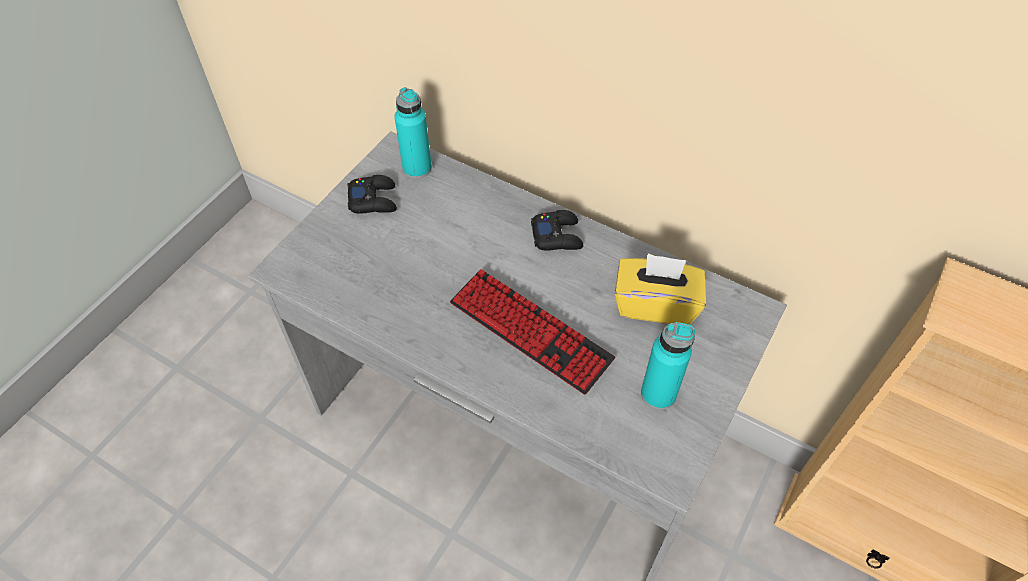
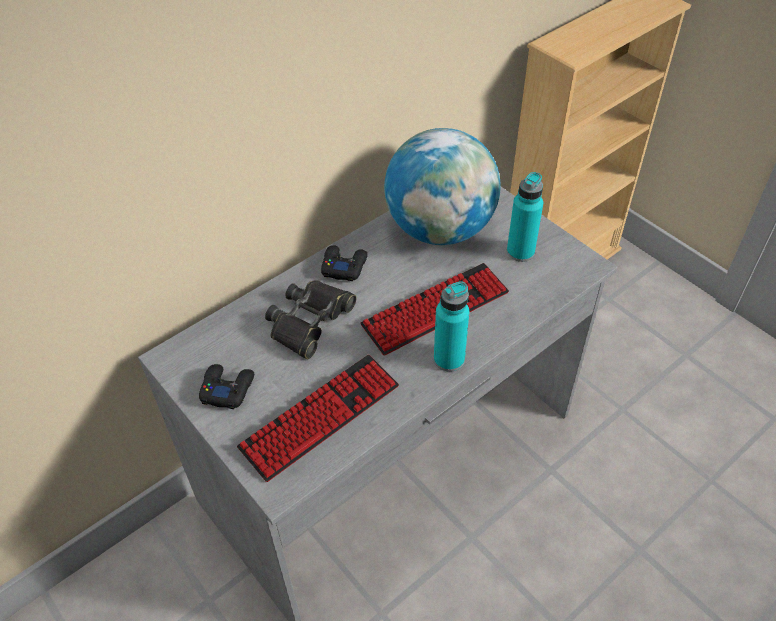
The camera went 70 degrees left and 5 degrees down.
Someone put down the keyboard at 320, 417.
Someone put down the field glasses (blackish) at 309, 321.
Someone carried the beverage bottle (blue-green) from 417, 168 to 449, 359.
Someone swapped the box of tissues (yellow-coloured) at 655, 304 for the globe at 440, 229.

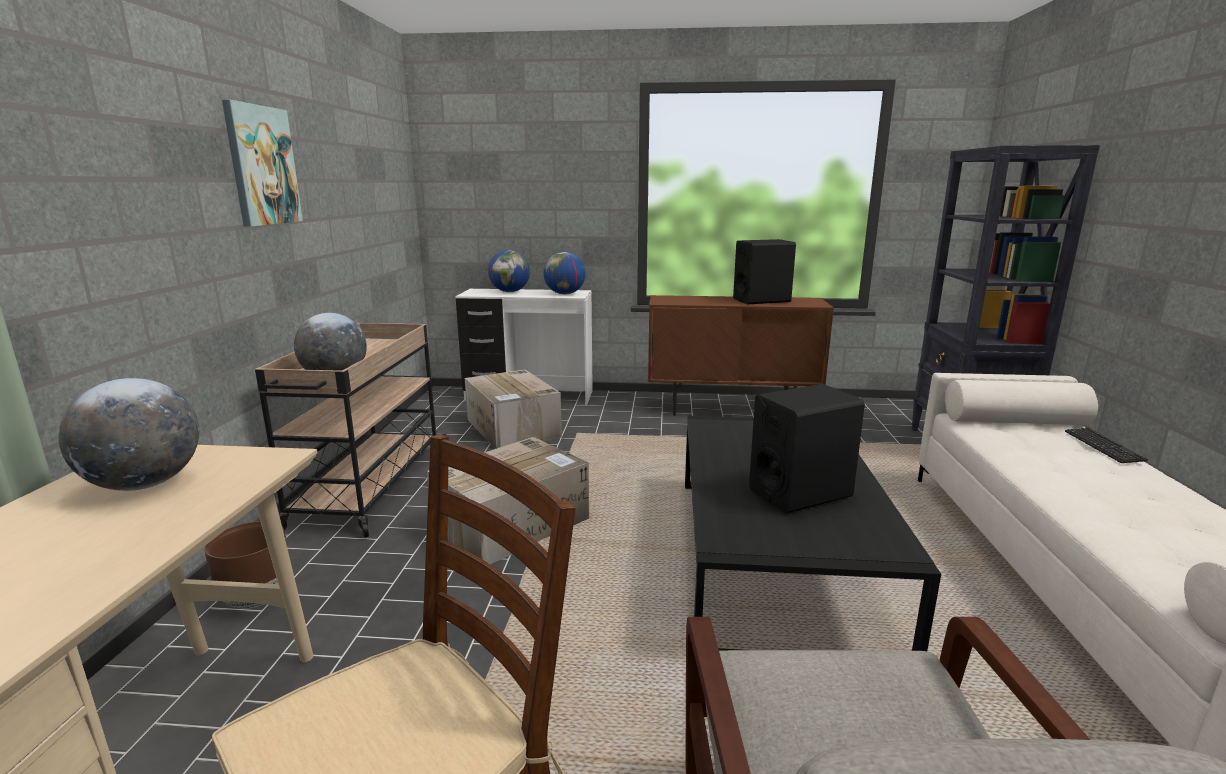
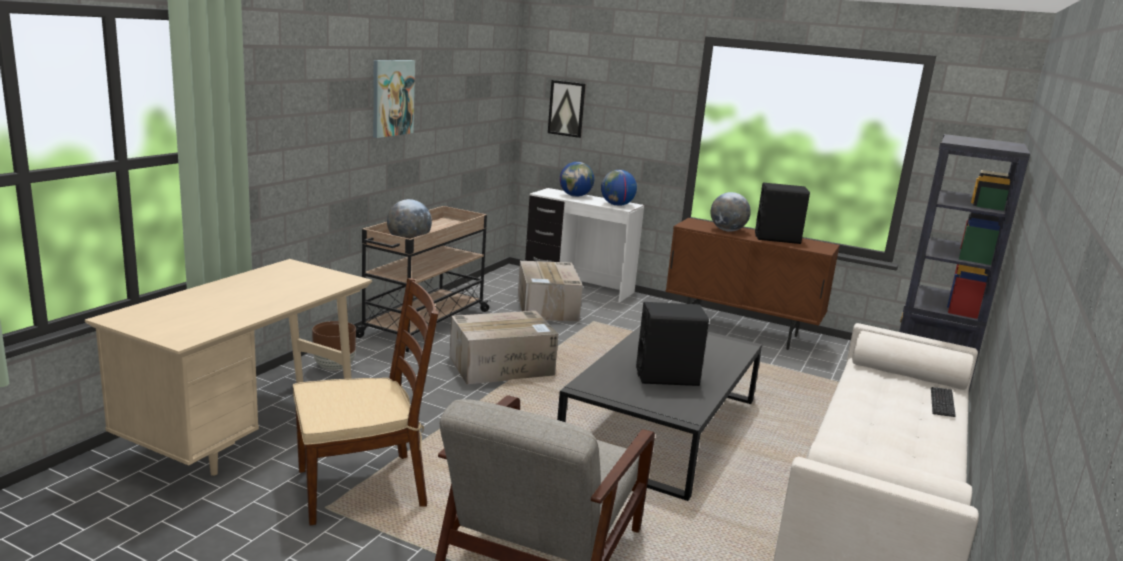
The camera went 20 degrees right and 0 degrees up.
Someone put up the wall picture at 566, 108.
Someone carried the globe from 144, 484 to 727, 230.

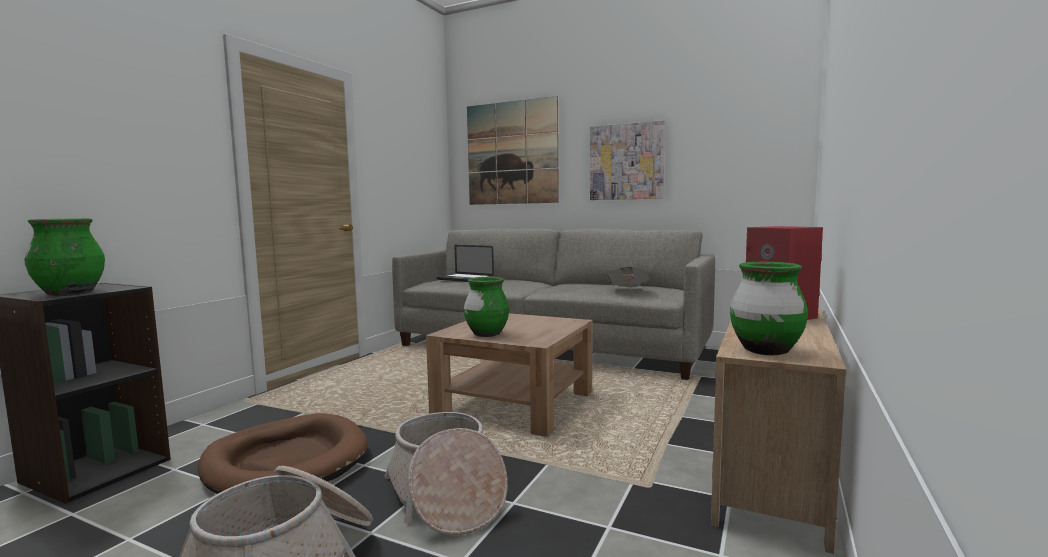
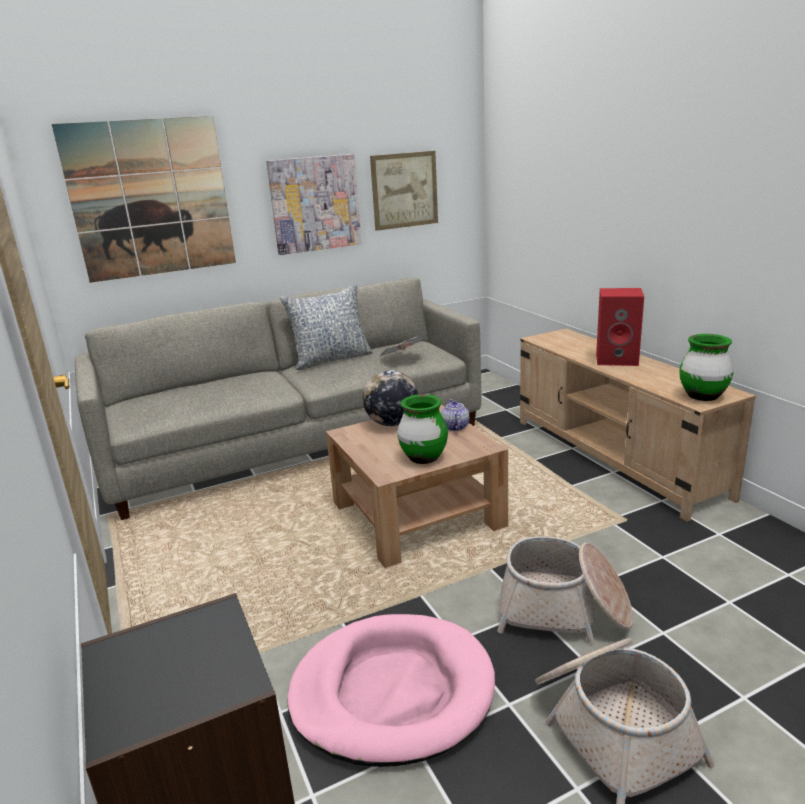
The camera went 50 degrees left and 15 degrees up.
Someone took away the vase (green-coloured) at 70, 293.
Someone took away the laptop at 465, 279.
Someone put down the cushion at 331, 359.
Someone put down the globe at 392, 423.
Someone put up the wall picture at 404, 190.
Someone put down the teapot at 454, 427.
Someone repainted the dog cushion (brown-coloured) at 286, 461, which became the dog cushion (pink) at 392, 692.

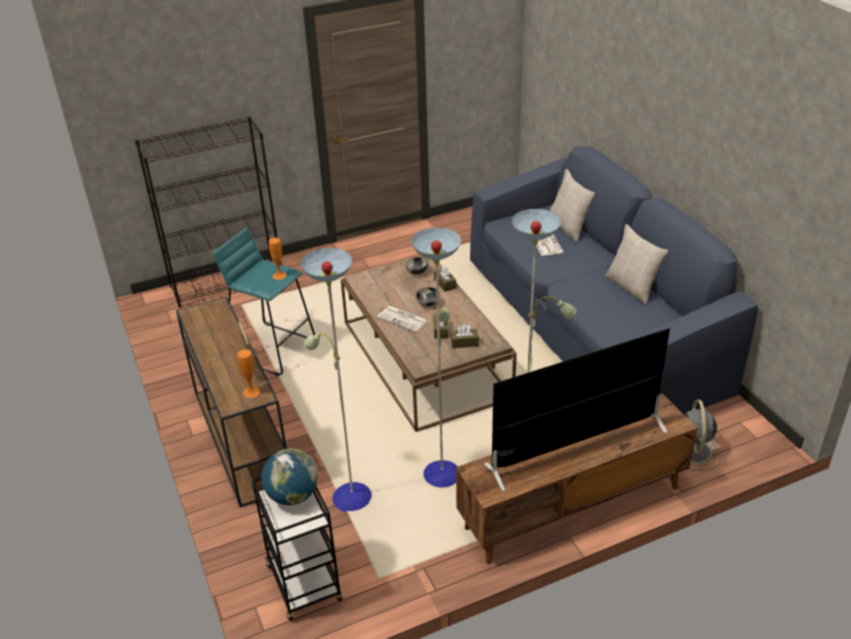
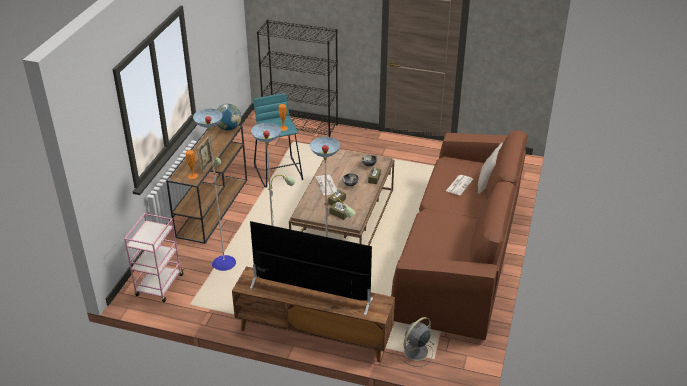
The camera went 40 degrees right and 0 degrees up.
Someone took away the cushion (beige) at 632, 287.
Someone carried the globe from 292, 496 to 229, 128.
Someone repainted the cart (blackish) at 304, 584, which became the cart (pink) at 159, 286.
Someone repainted the sofa (blue-coloured) at 590, 325, which became the sofa (brown-coloured) at 460, 254.

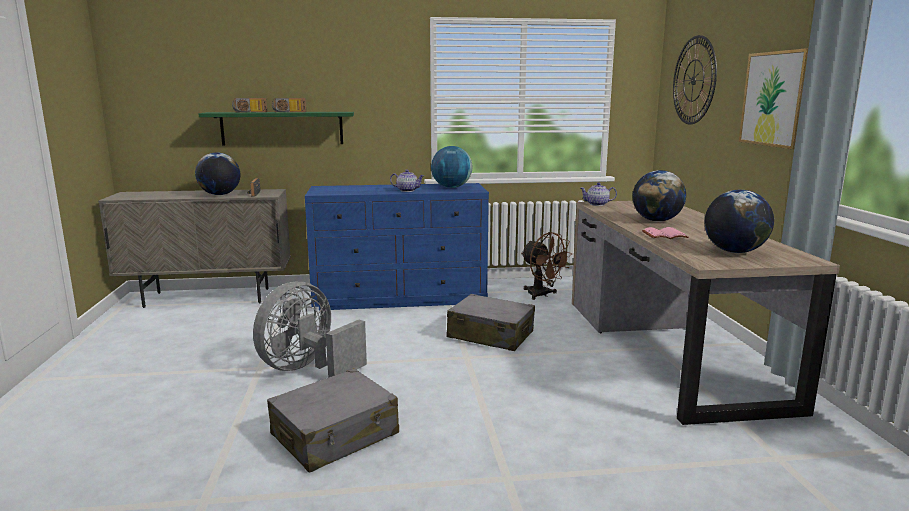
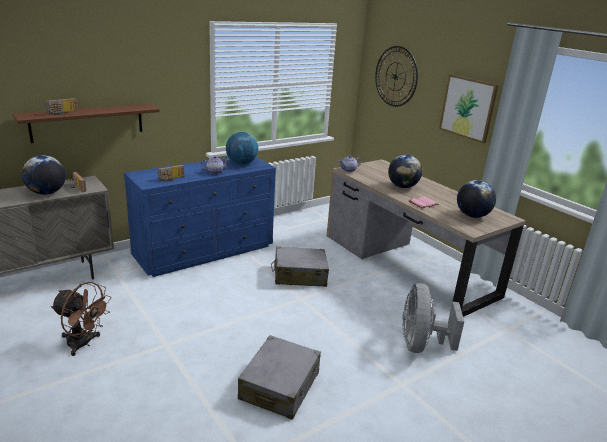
The camera went 30 degrees left and 10 degrees up.
Someone carried the electric fan (greyish) from 307, 369 to 421, 344.
Someone carried the radio set from 289, 112 to 171, 179.
Someone carried the electric fan (brown-coloured) from 542, 295 to 84, 344.
Someone repainted the bracket shelf (green-coloured) at 282, 128, which became the bracket shelf (brown-coloured) at 87, 122.

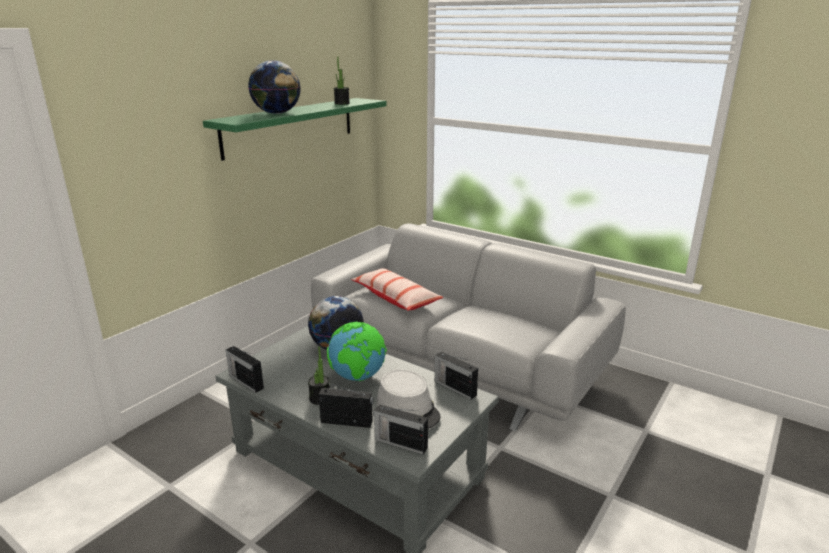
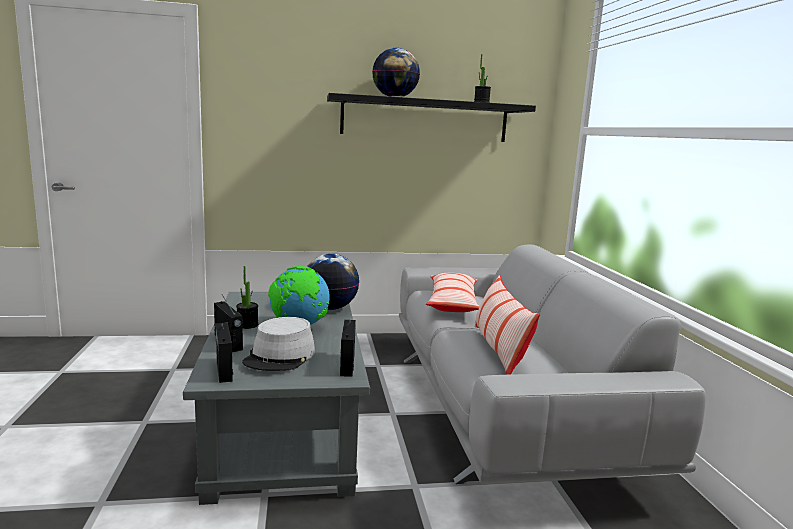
The camera went 45 degrees right and 10 degrees down.
Someone took away the radio set at 245, 381.
Someone put down the cushion at 499, 349.
Someone repainted the bracket shelf (green-coloured) at 290, 126, which became the bracket shelf (blackish) at 425, 119.

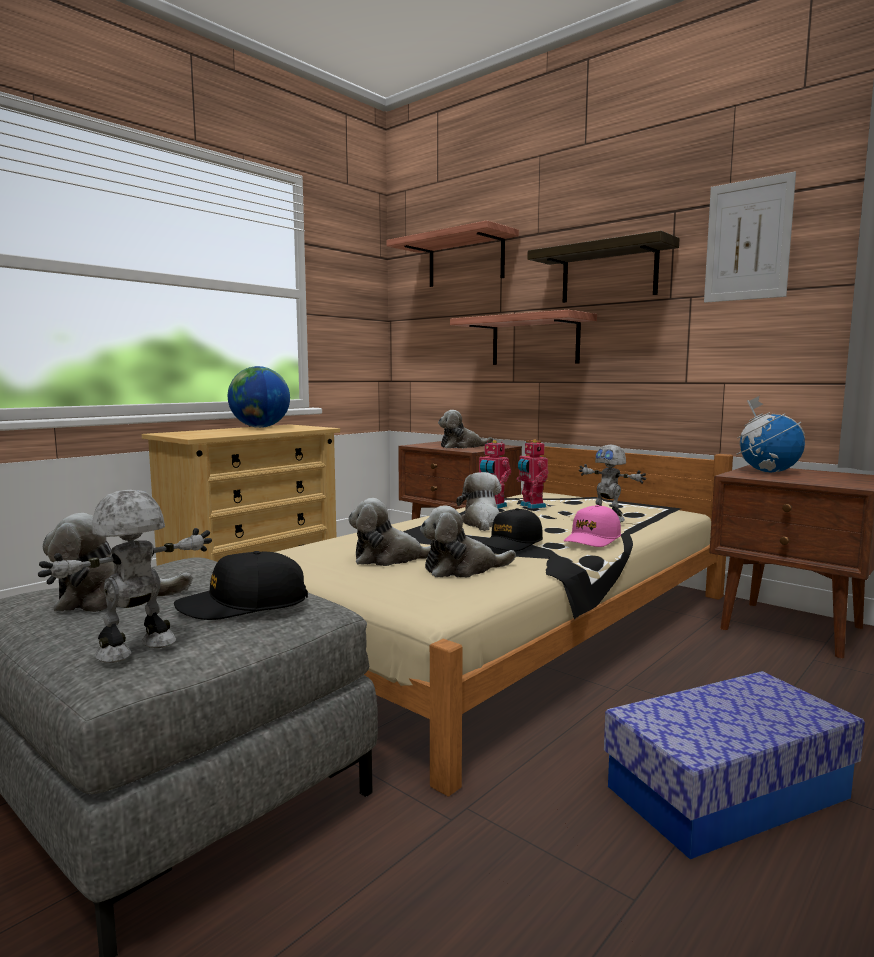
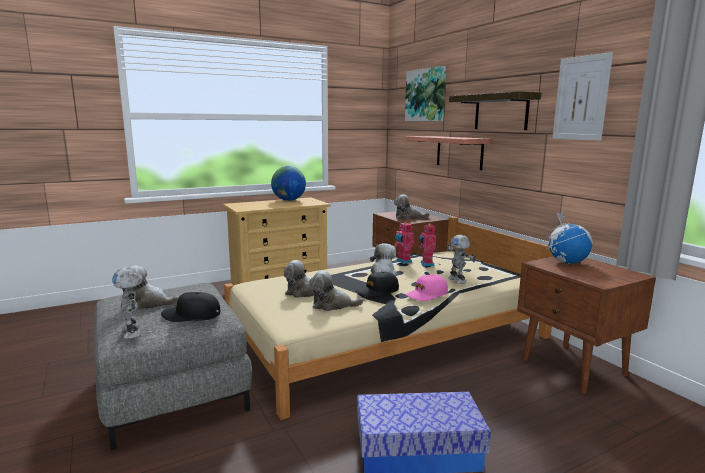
The camera went 20 degrees right and 5 degrees up.
Someone swapped the bracket shelf at 466, 260 for the wall picture at 426, 95.
Someone rotated the robot figure at 138, 650 by 90 degrees counterclockwise.

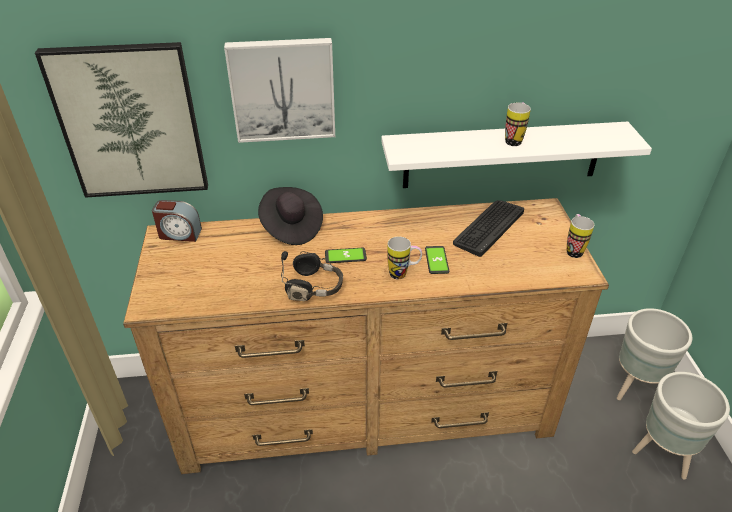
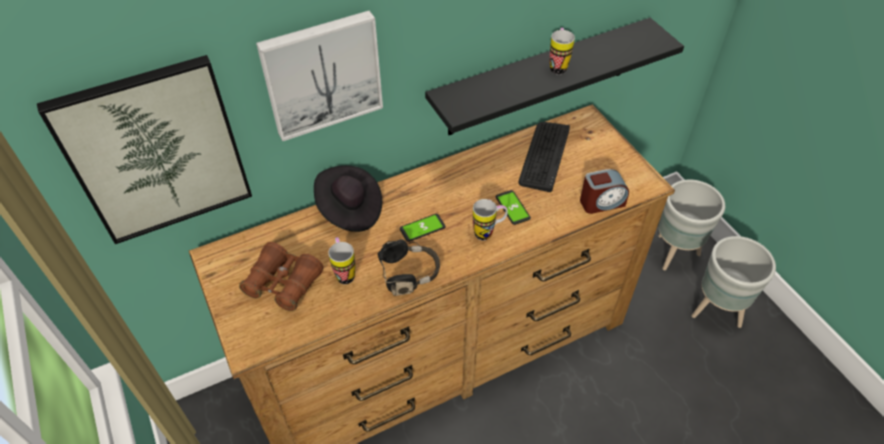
The camera went 20 degrees left and 10 degrees up.
Someone put down the field glasses (brown-coloured) at 283, 283.
Someone carried the alarm clock from 179, 234 to 601, 202.
Someone carried the coffee mug from 573, 249 to 344, 272.
Someone repainted the bracket shelf (white-coloured) at 502, 155, which became the bracket shelf (blackish) at 540, 78.

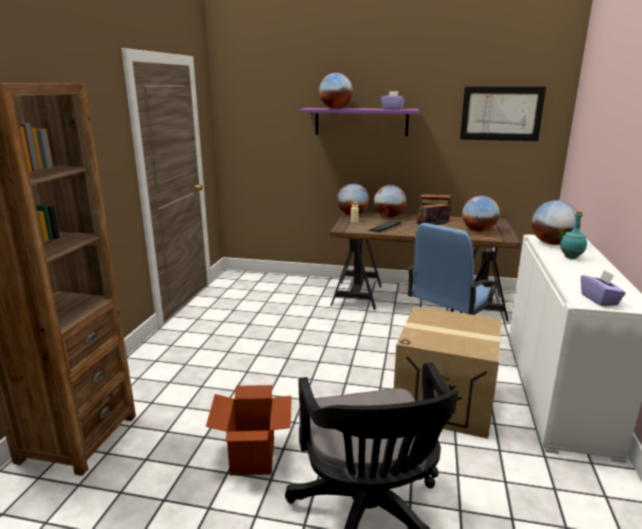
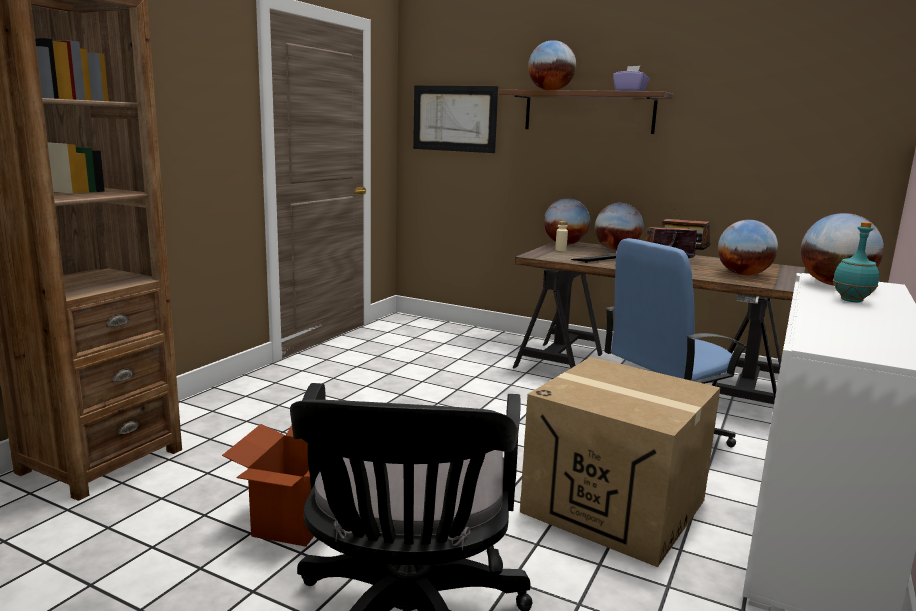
The camera went 15 degrees right and 5 degrees down.
Someone took away the box of tissues (purple) at 599, 300.
Someone carried the wall picture from 501, 113 to 454, 118.
Someone repainted the bracket shelf (purple) at 361, 121, which became the bracket shelf (brown-coloured) at 588, 112.

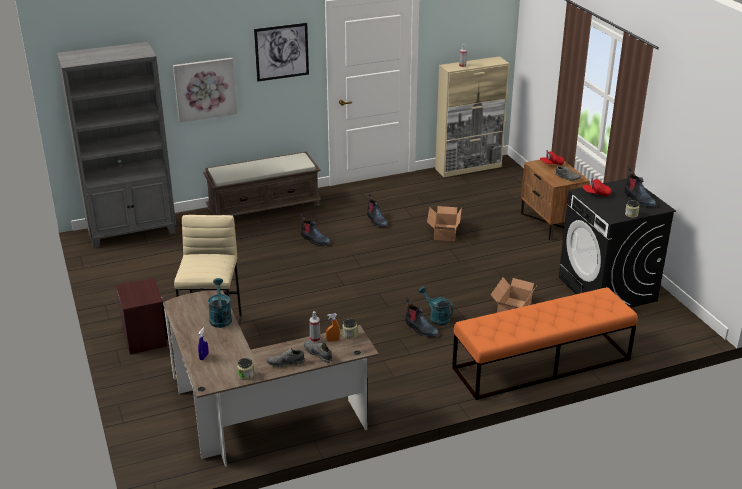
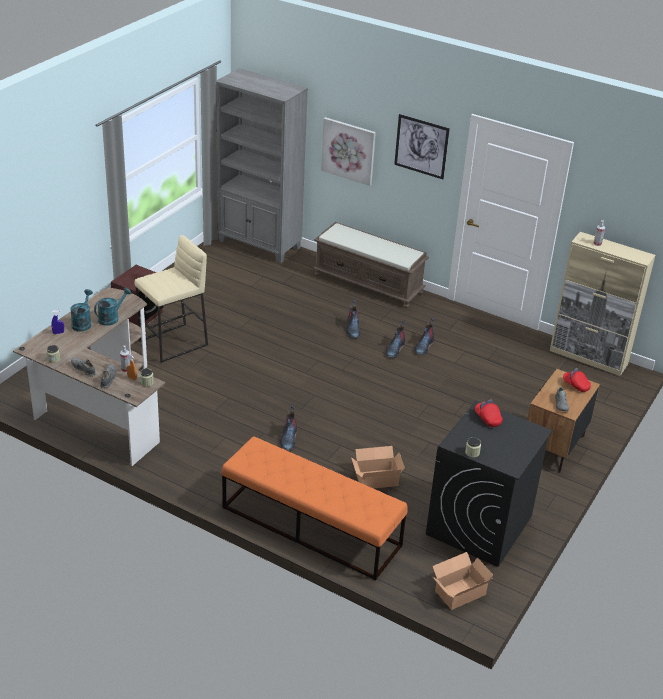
The camera went 50 degrees right and 5 degrees up.
Someone carried the sprinkling can (blue-green) from 436, 318 to 82, 323.
Someone carried the packing box from 443, 233 to 458, 592.
Someone carried the high-top boot from 638, 199 to 395, 349.

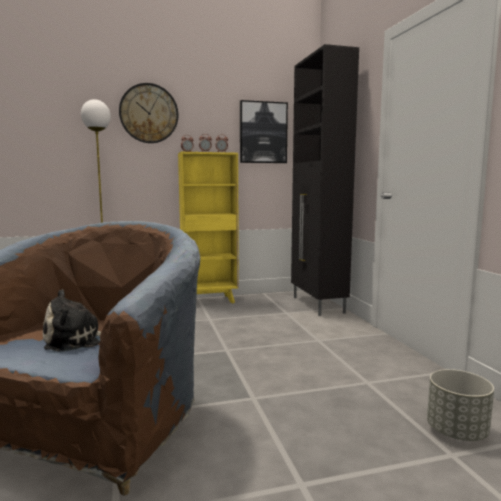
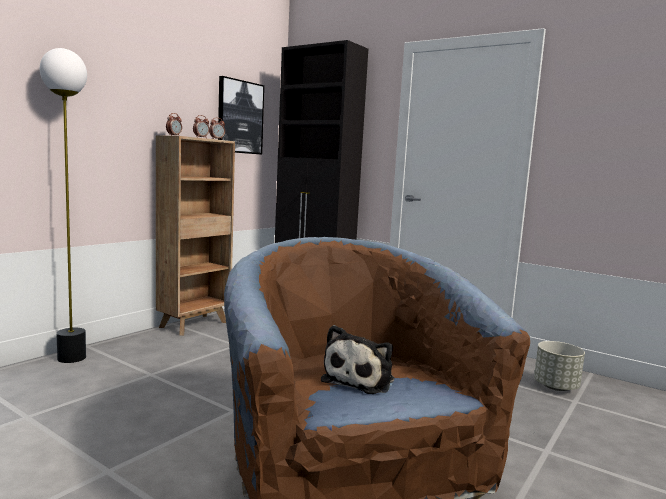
The camera went 40 degrees left and 0 degrees up.
Someone took away the wall clock at 149, 113.
Someone repainted the bookshelf (yellow-coloured) at 210, 301, which became the bookshelf (brown-coloured) at 195, 324.

